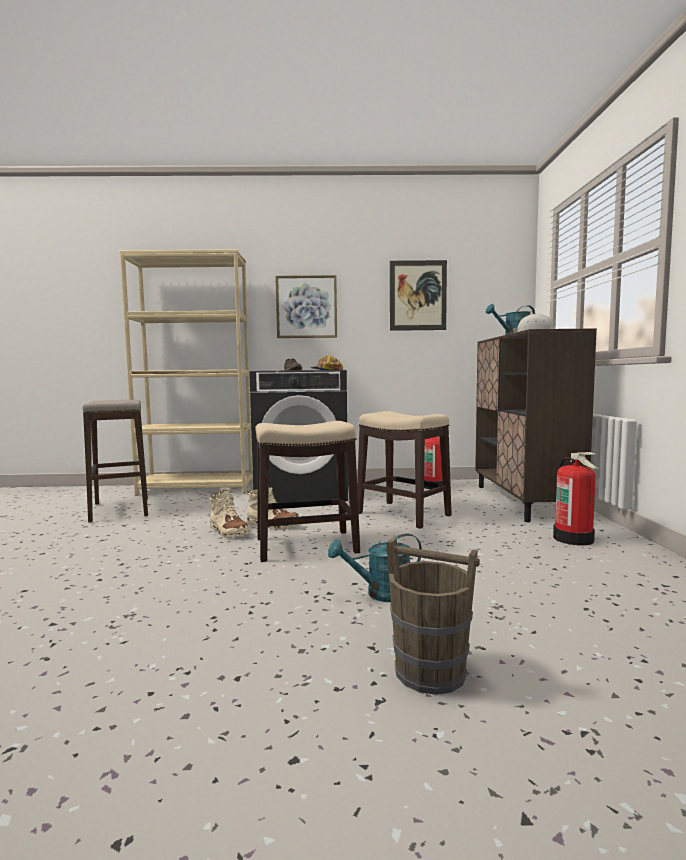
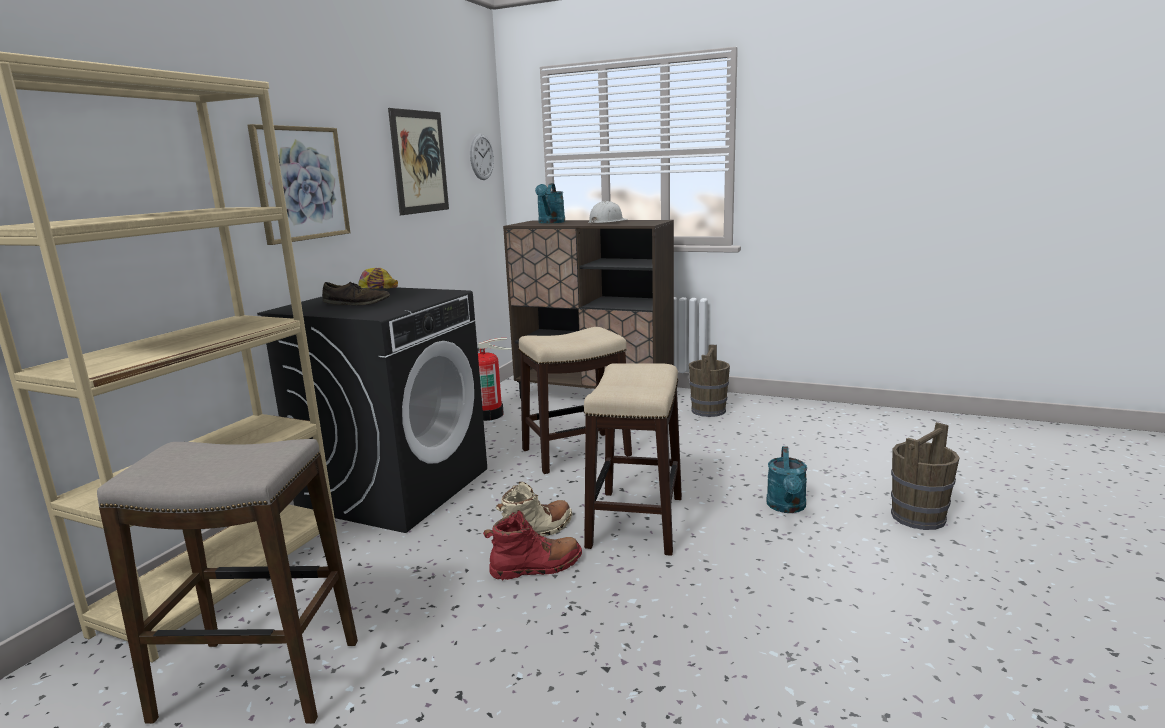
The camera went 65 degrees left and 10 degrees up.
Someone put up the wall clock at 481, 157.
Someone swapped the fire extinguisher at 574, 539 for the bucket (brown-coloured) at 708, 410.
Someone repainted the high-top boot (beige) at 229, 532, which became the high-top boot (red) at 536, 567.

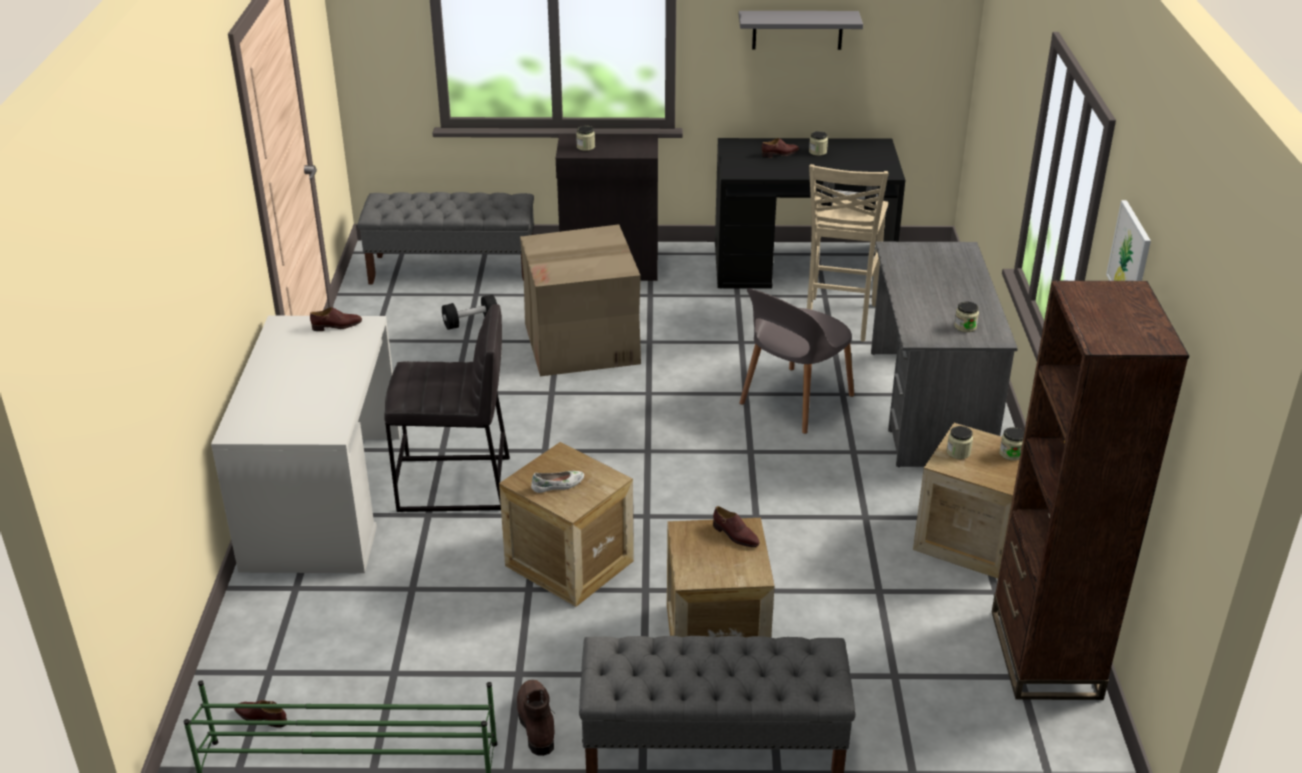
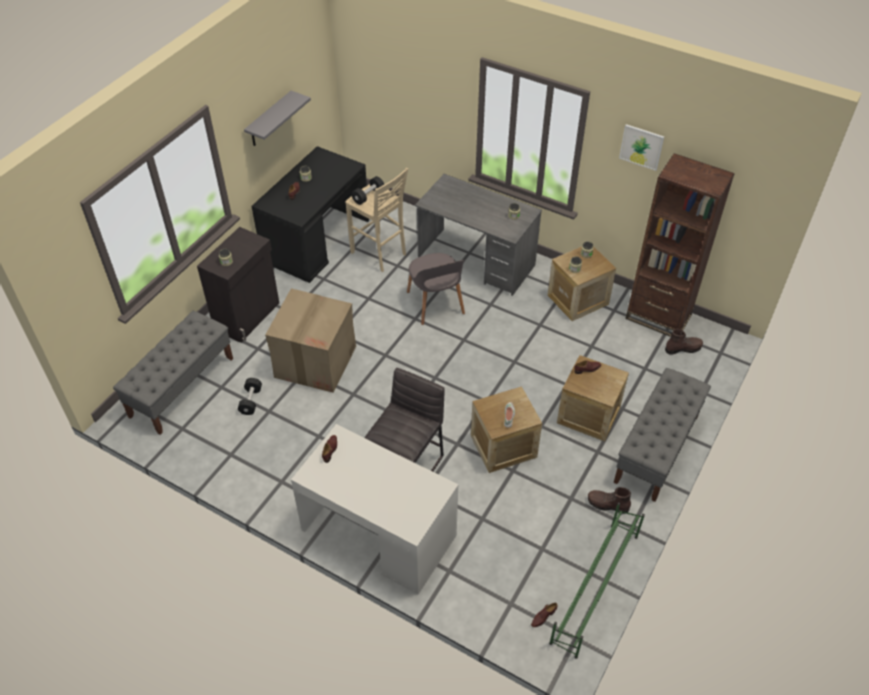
The camera went 60 degrees left and 15 degrees up.
Someone put down the high-top boot (brown-coloured) at 683, 348.

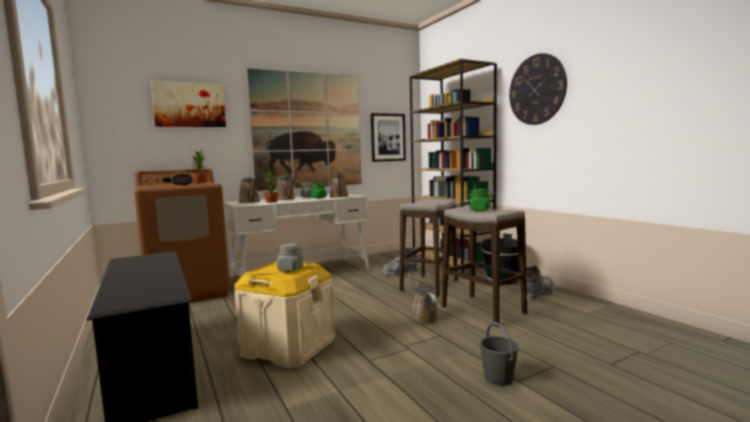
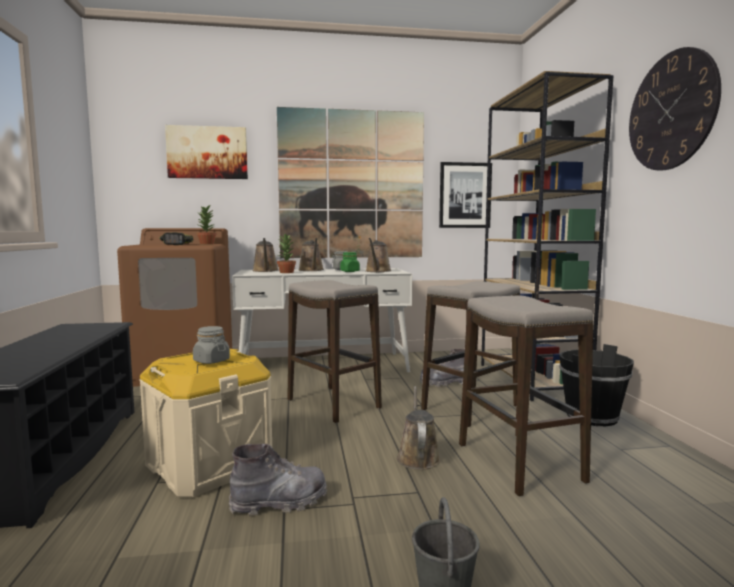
The camera went 20 degrees right and 0 degrees up.
Someone took away the storage jar (green-coloured) at 480, 210.
Someone put down the stool at 333, 404.
Someone carried the high-top boot (greyish) from 537, 294 to 280, 502.

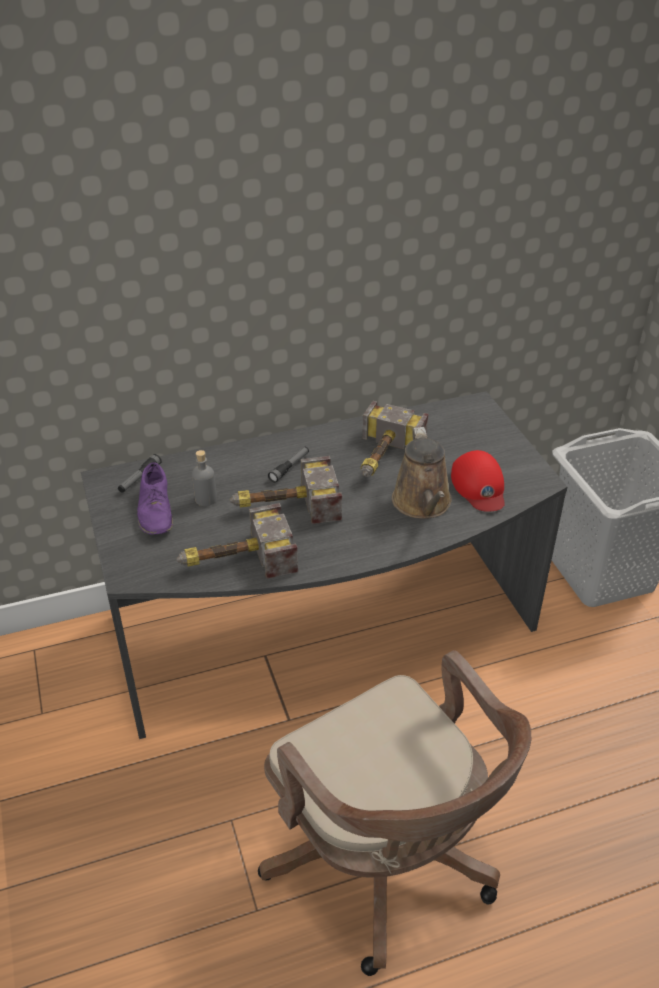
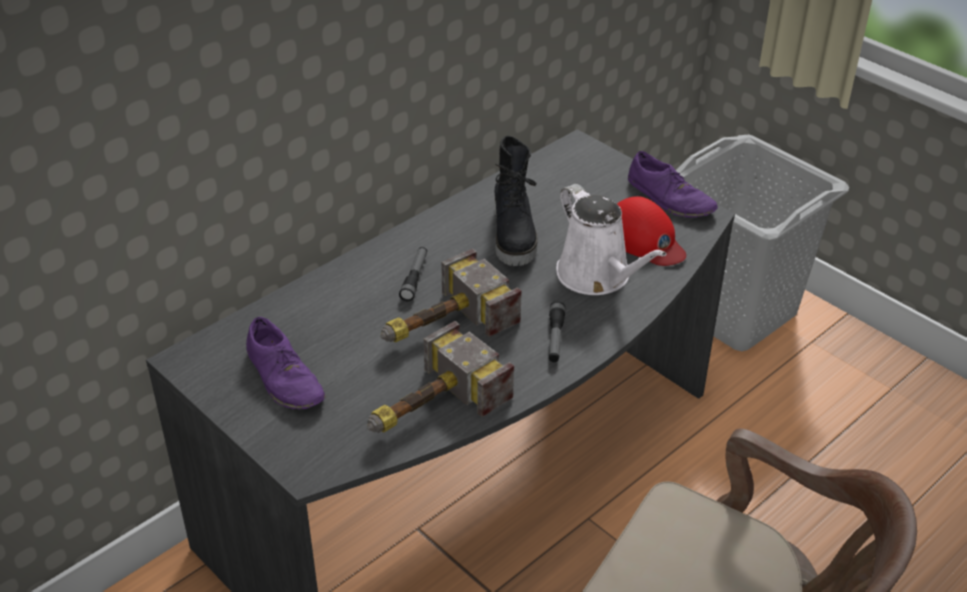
The camera went 25 degrees left and 0 degrees up.
Someone took away the beverage bottle (greyish) at 205, 499.
Someone put down the item of footwear (purple) at 670, 198.
Someone carried the hand torch from 140, 478 to 555, 338.
Someone swapped the hand hammer at 382, 457 for the high-top boot (blackish) at 515, 236.
Someone repainted the sprinkling can (brown-coloured) at 423, 504, which became the sprinkling can (white-coloured) at 597, 276.

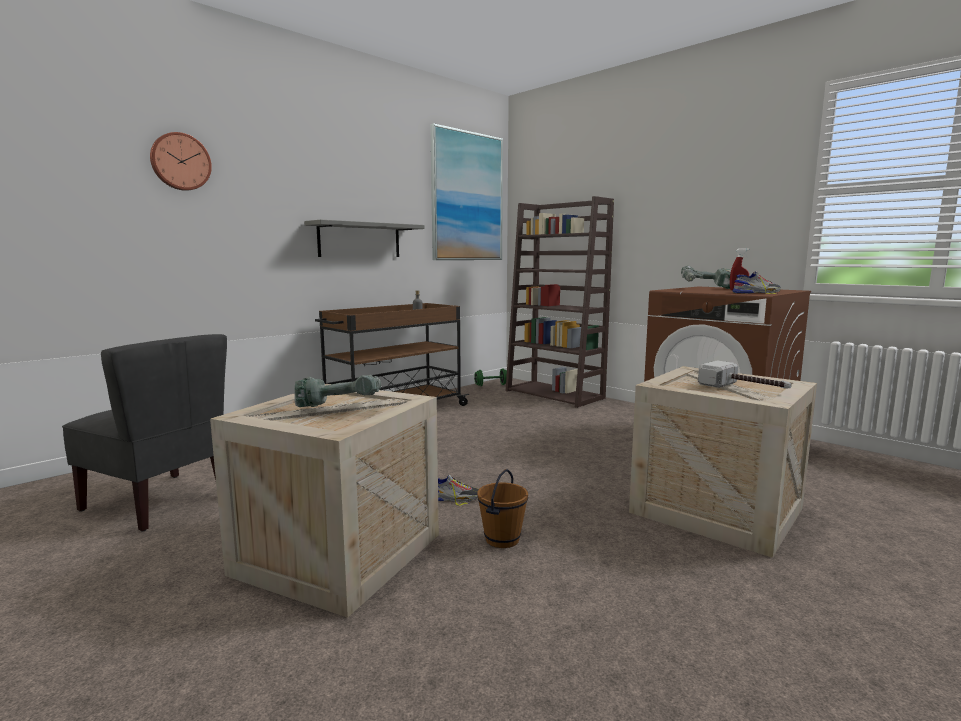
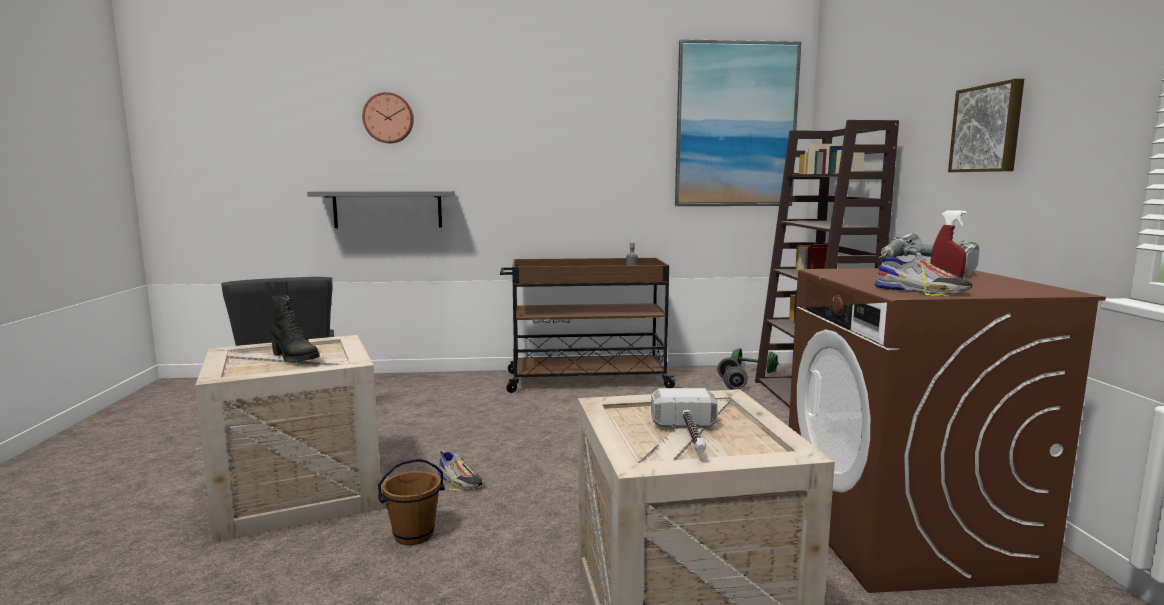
The camera went 40 degrees right and 0 degrees up.
Someone put down the free weight (greyish) at 731, 384.
Someone put up the wall picture at 988, 128.
Someone carried the bracket shelf (greyish) from 360, 240 to 387, 209.
Someone swapped the electric drill at 341, 406 for the high-top boot (blackish) at 294, 358.

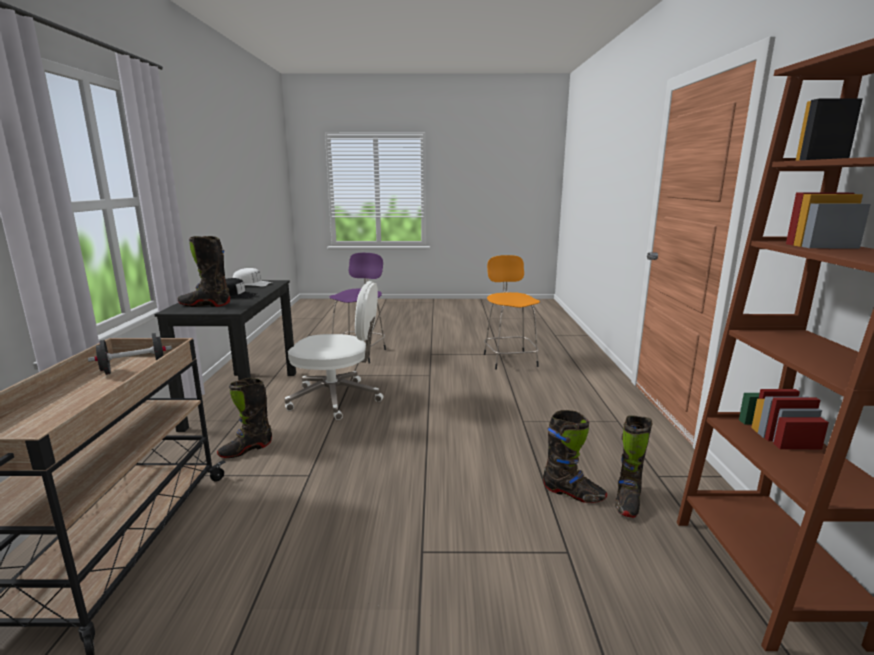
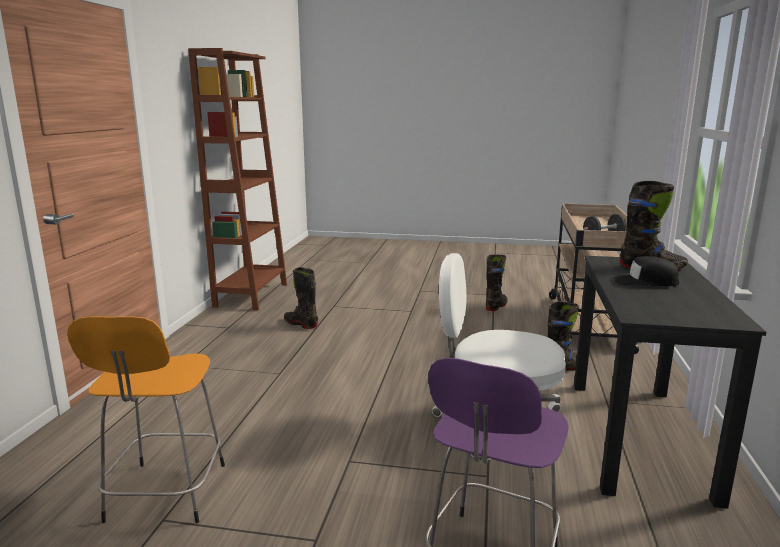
The camera went 170 degrees left and 0 degrees up.
Someone took away the peaked cap (white-coloured) at 252, 284.
Someone carried the high-top boot (blackish) from 627, 502 to 496, 306.

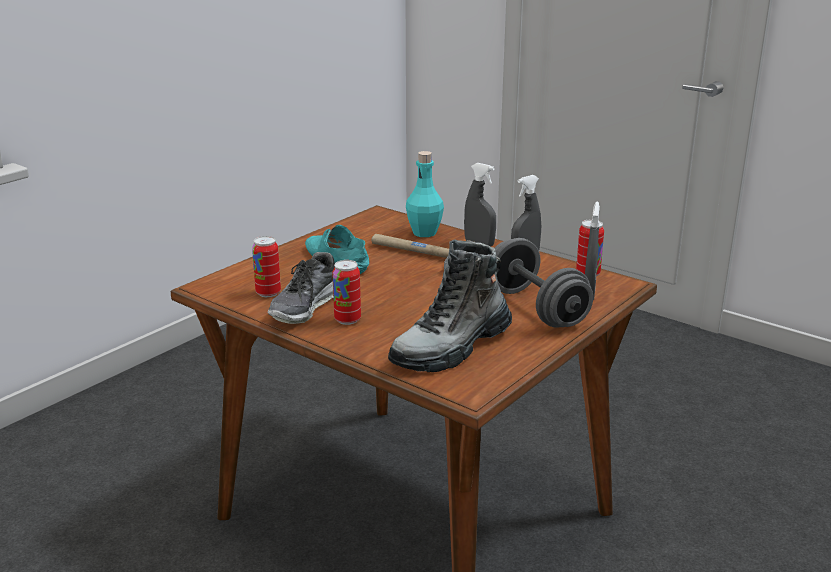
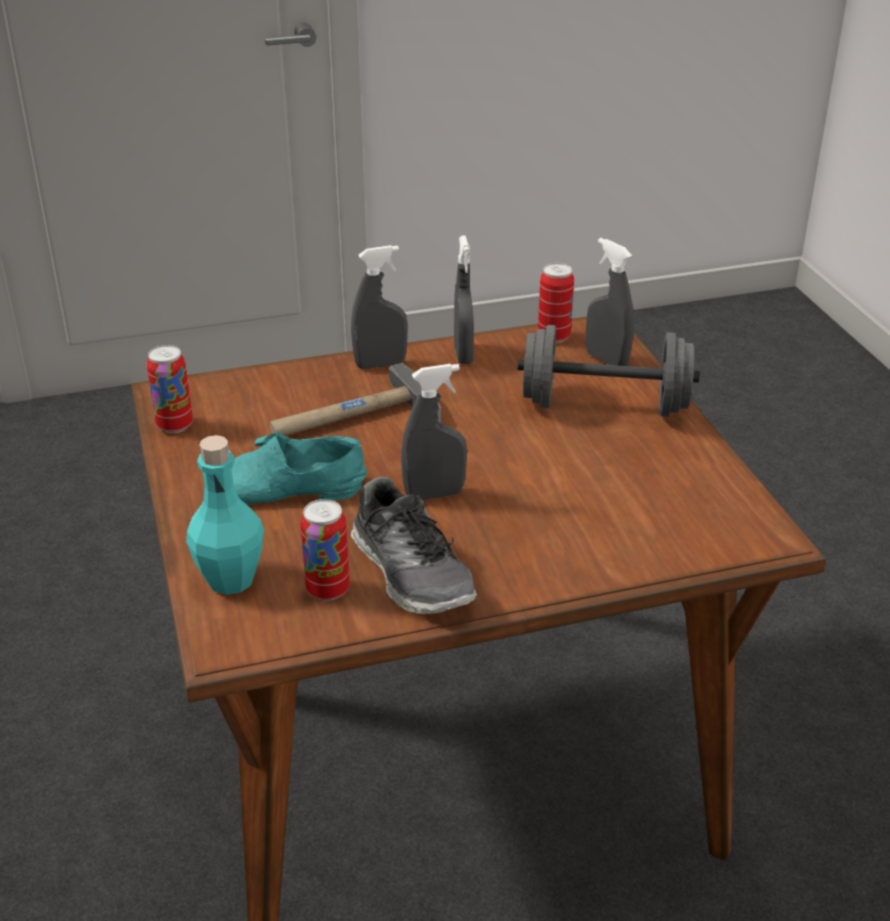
The camera went 55 degrees left and 10 degrees up.
Someone took away the high-top boot at 452, 348.
Someone put down the sprayer (greyish) at 434, 494.
Someone carried the can from 347, 320 to 174, 425.
Someone carried the beverage bottle (blue-green) from 424, 233 to 230, 579.

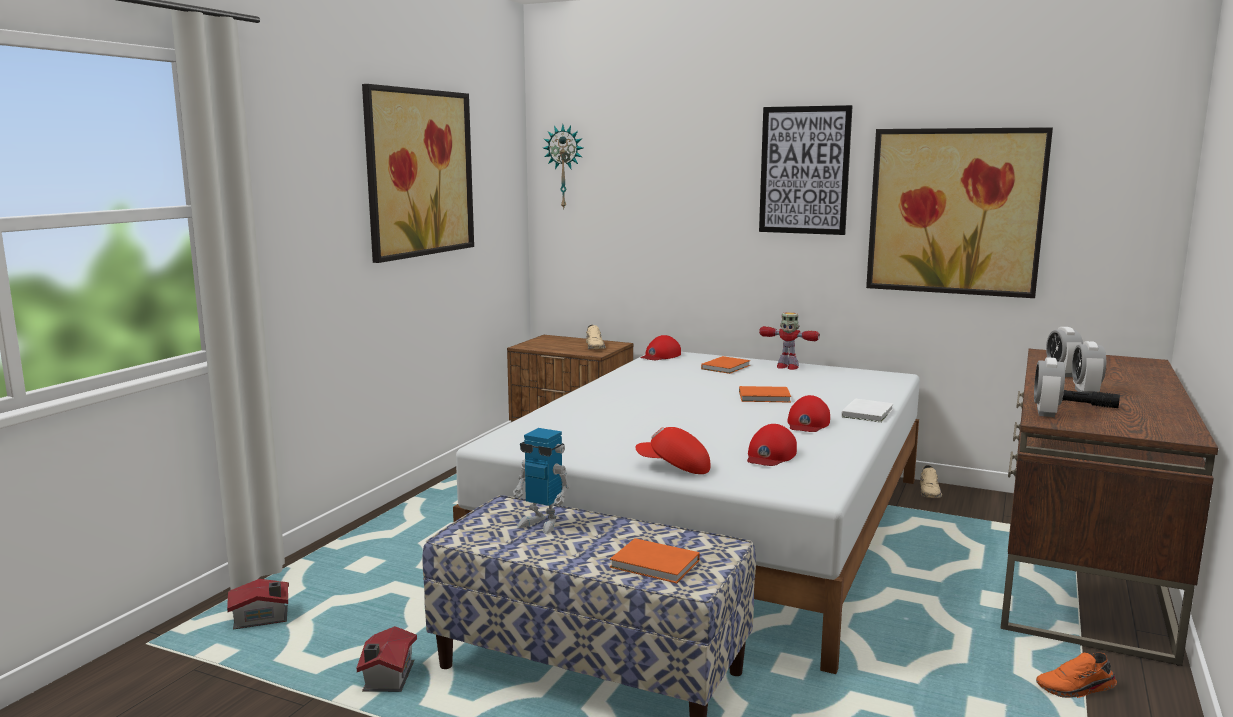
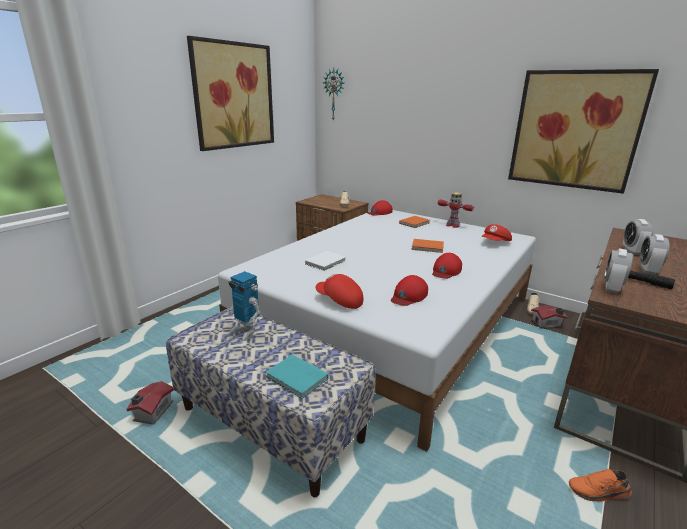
The camera went 10 degrees right and 10 degrees up.
Someone took away the wall picture at 804, 170.
Someone put down the peaked cap (red) at 495, 243.
Someone carried the miniature house from 262, 619 to 547, 324.
Someone carried the bound book (white-coloured) from 868, 413 to 326, 262.
Someone repainted the bound book (orange-coloured) at 656, 565, which became the bound book (blue-green) at 297, 379.

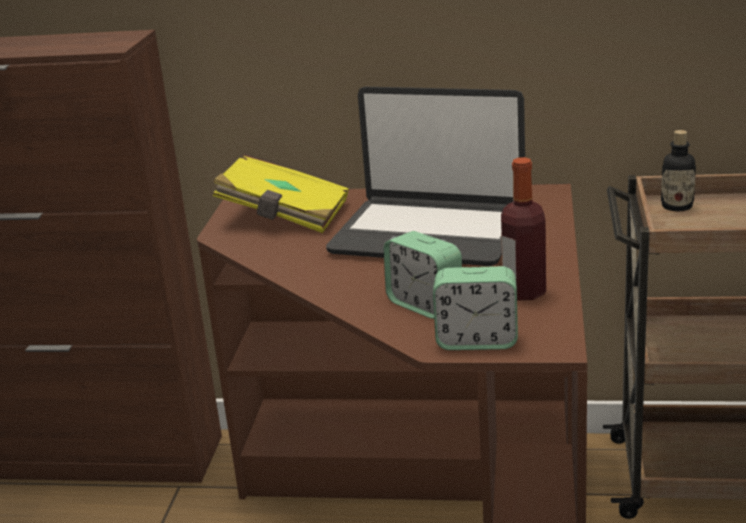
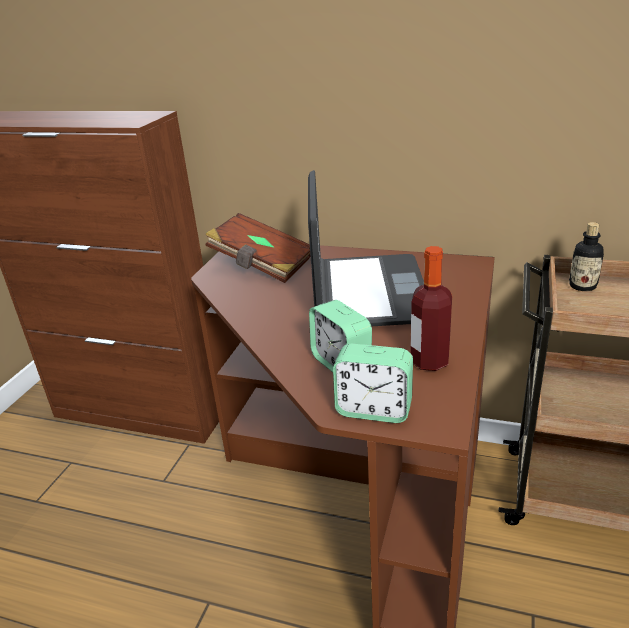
The camera went 10 degrees right and 5 degrees up.
Someone repainted the bound book (yellow-coloured) at 284, 217, which became the bound book (brown-coloured) at 262, 265.
Someone rotated the laptop at 429, 233 by 120 degrees counterclockwise.

